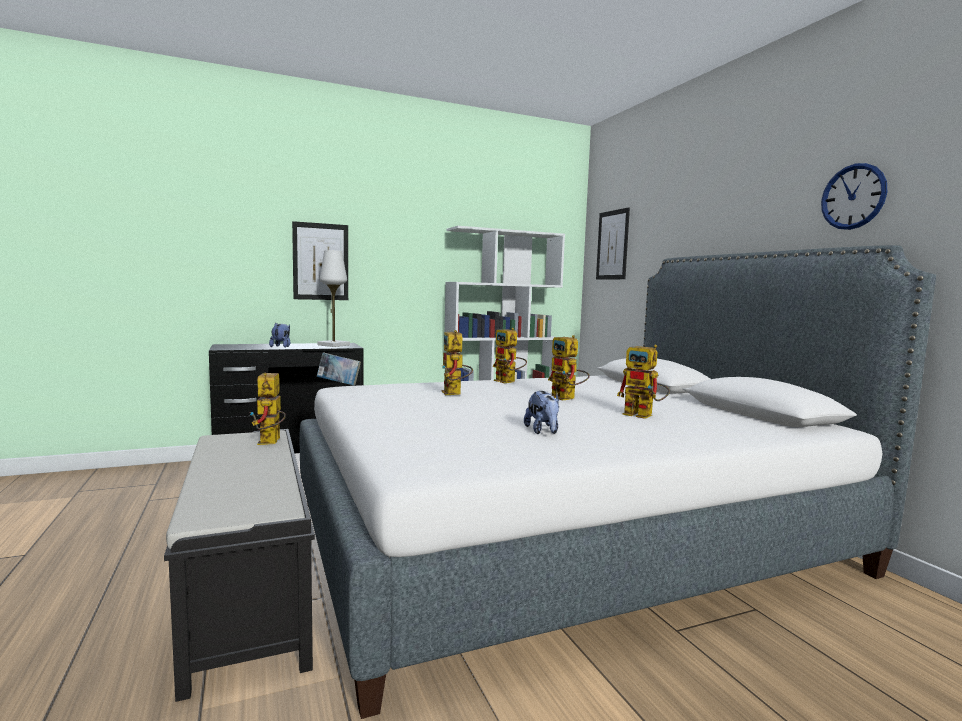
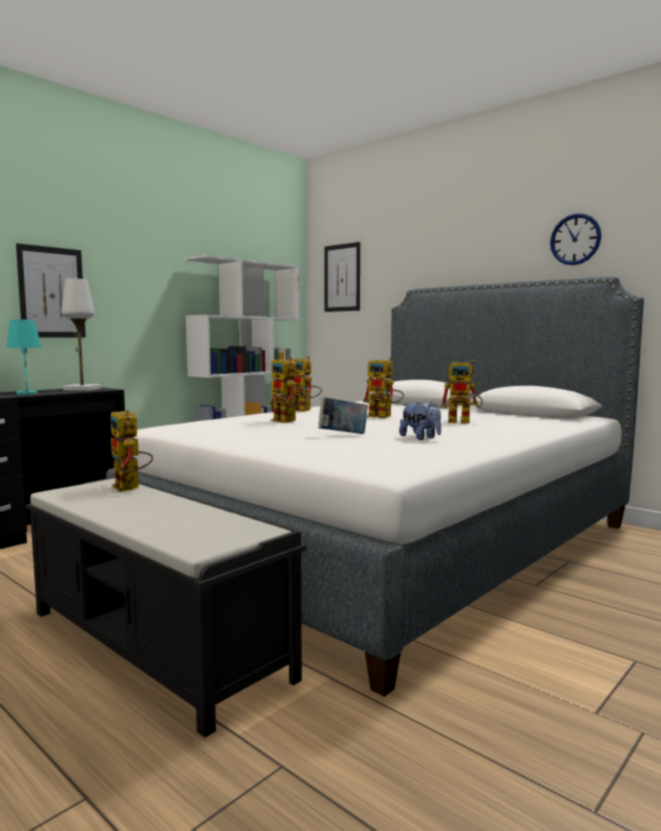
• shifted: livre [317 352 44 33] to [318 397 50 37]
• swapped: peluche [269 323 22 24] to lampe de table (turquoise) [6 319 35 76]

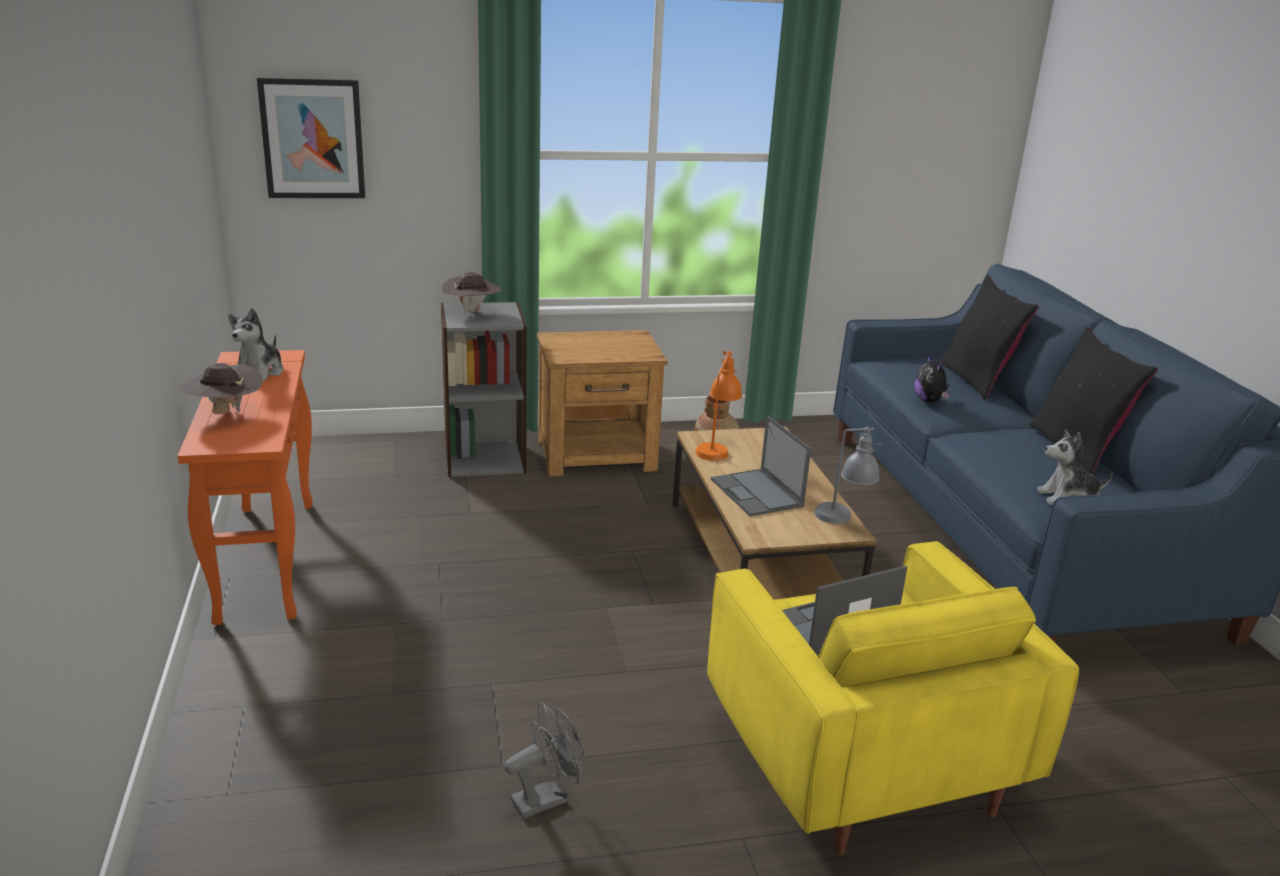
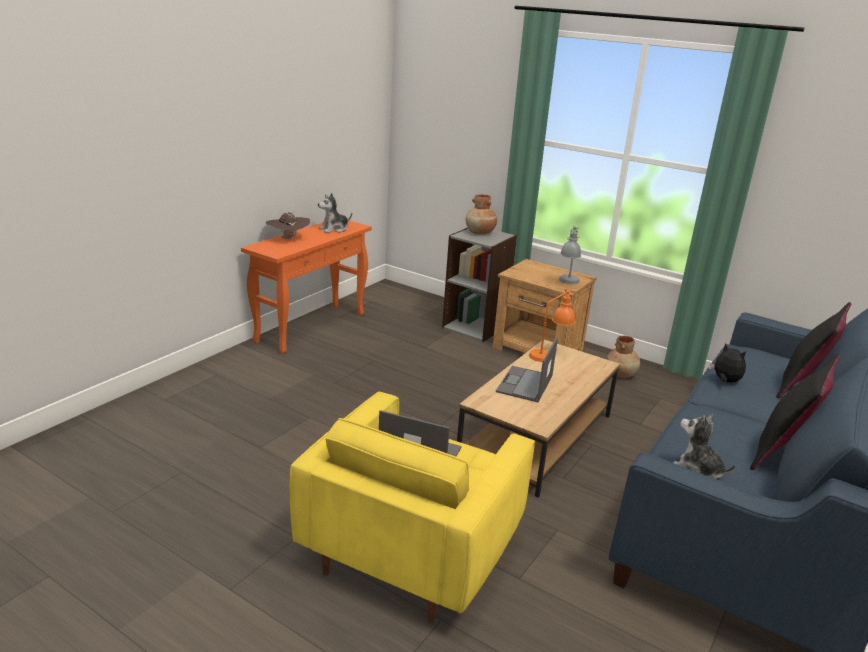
• gone: tableau [257 77 108 121]
• gone: ventilateur (gris) [504 702 81 117]
• shifted: lampe de table (gris) [814 427 68 97] to [559 226 22 58]
• swapped: chapeau (marron) [442 272 60 42] to vase (marron) [466 194 31 41]
• rotated: peluche [915 354 34 49] = [709 343 37 40] 105 degrees clockwise

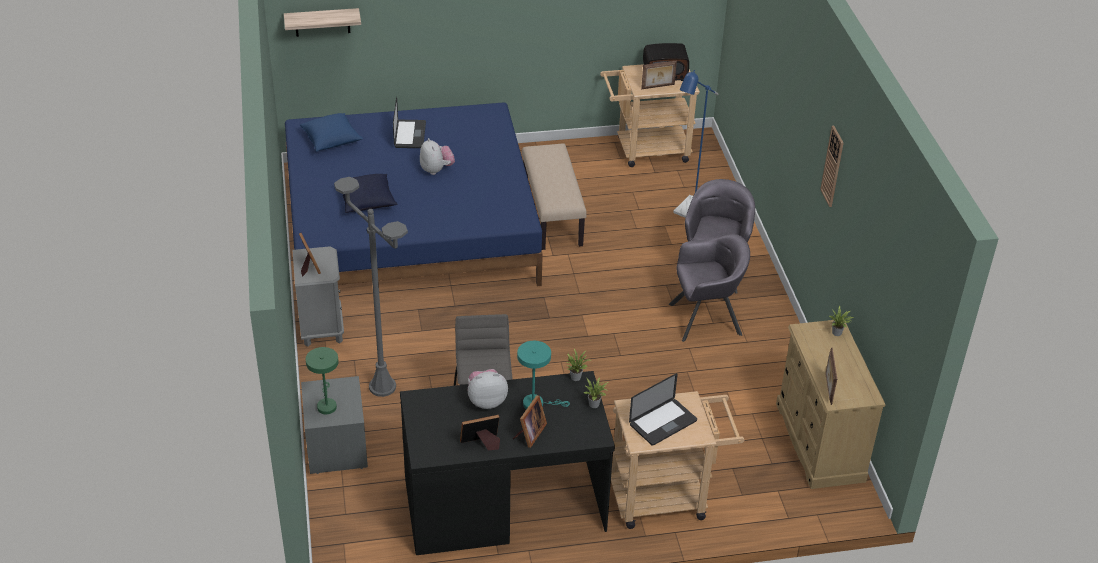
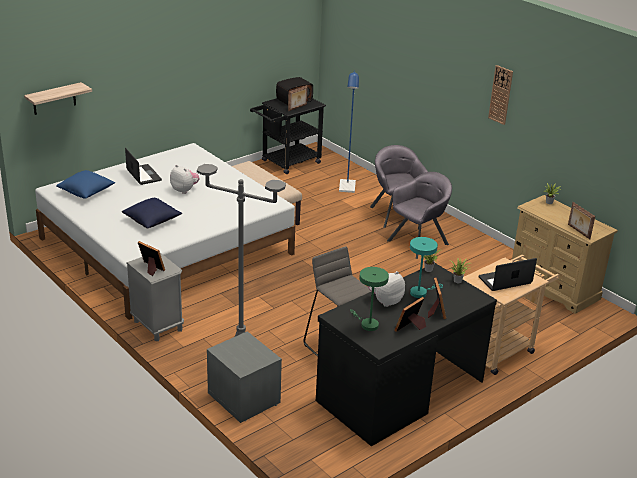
• shifted: lampe de table (vert) [306 347 33 67] to [350 267 39 64]
• repainted: lit (bleu) [285 102 258 185] to lit (blanc) [35 143 260 177]
• repainted: chariot (beige) [600 64 100 103] to chariot (noir) [250 98 76 76]
• rotated: ordinateur portable [629 373 68 73] = [479 258 58 33] 135 degrees counterclockwise

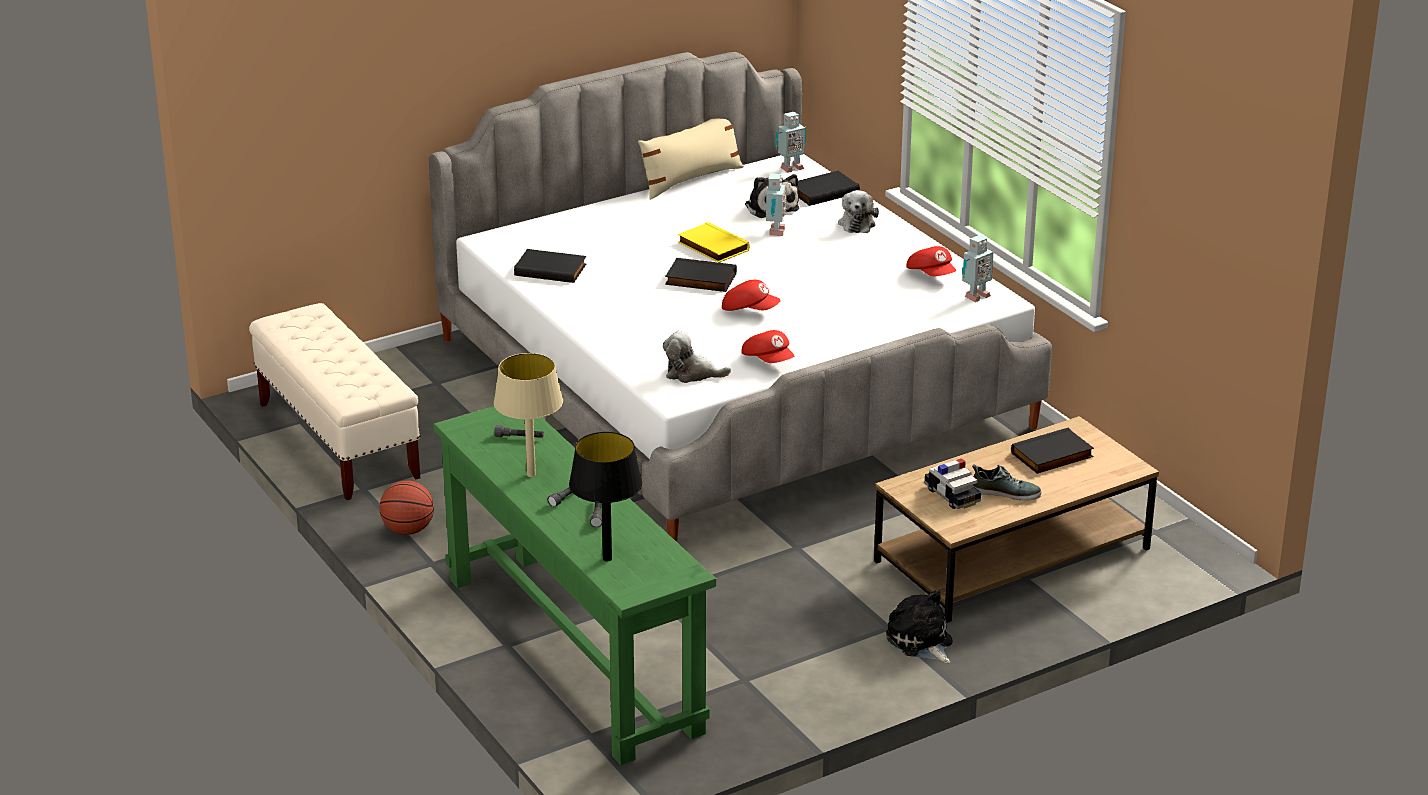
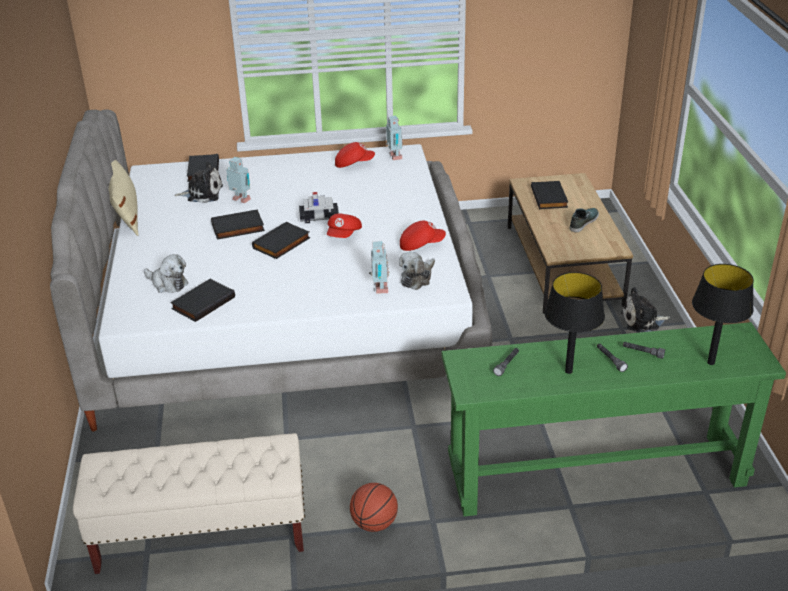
• shifted: robot jouet [775 112 31 61] to [369 241 21 53]
• shifted: peluche [838 190 41 43] to [144 254 44 39]
• shifted: petite voiture [925 458 56 51] to [299 192 40 31]
• repainted: lampe de table (beige) [494 353 69 124] to lampe de table (noir) [544 272 61 102]
• repainted: livre (jaune) [678 222 72 41] to livre (noir) [211 209 54 31]
• rotated: casquette (rouge) [722 280 59 31] = [327 213 35 25] 150 degrees clockwise

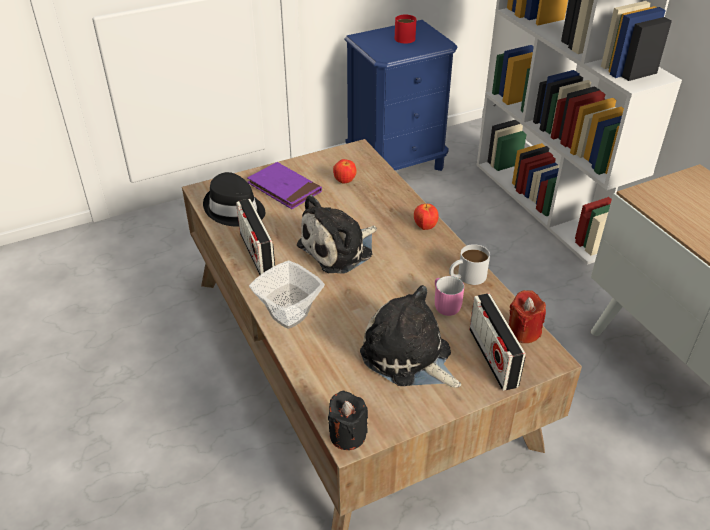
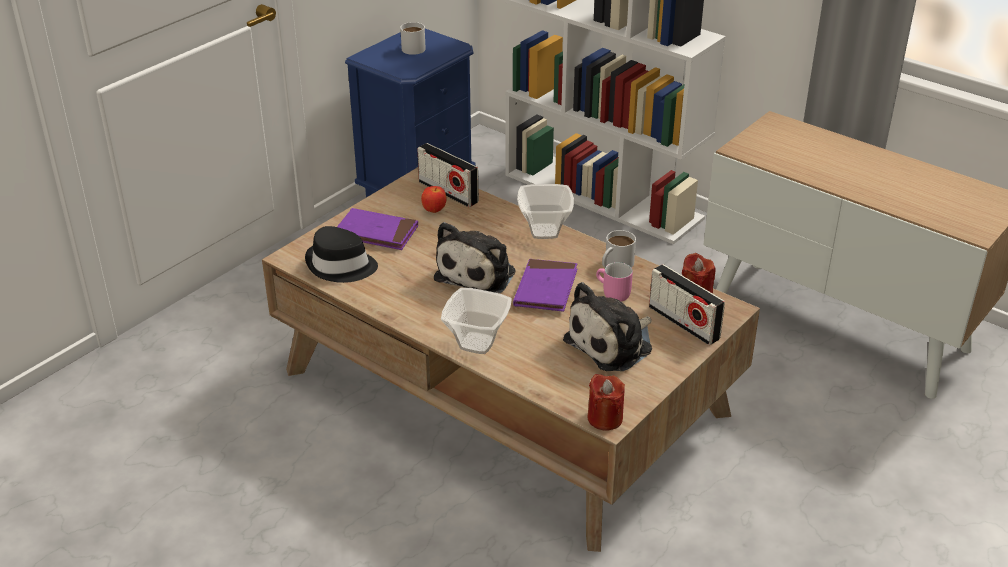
• new: livre (violet) [513 259 64 53]
• shifted: radio [236 199 39 76] to [417 143 62 64]
• swapped: pomme [414 204 24 26] to bol [517 184 57 55]
• repainted: bougie (noir) [328 390 40 60] to bougie (rouge) [587 374 38 57]
• repainted: mug (rouge) [395 15 21 29] to mug (blanc) [400 22 26 33]
• rotated: peluche [360 285 101 103] = [563 282 89 89] 60 degrees counterclockwise

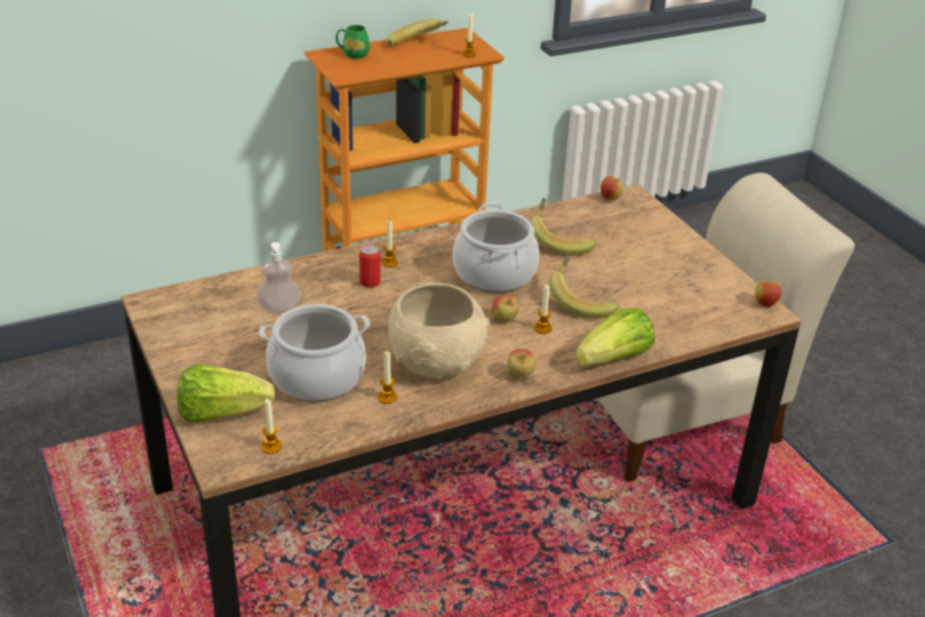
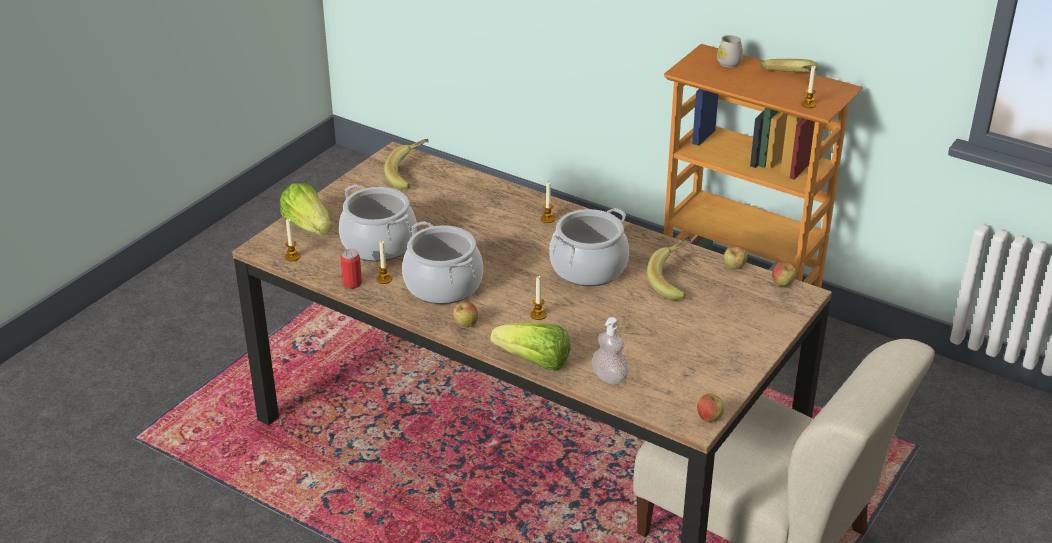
• shifted: distributeur de savon [257 242 43 71] to [592 317 37 68]
• shifted: boîte métallique [359 244 22 44] to [341 249 21 39]
• shifted: pomme [492 294 27 28] to [724 245 23 24]
• shifted: banane [549 253 70 65] to [384 139 45 51]
• swapped: bol (beige) [388 283 102 95] to marmite [402 221 81 83]
• repainted: mug (vert) [336 25 34 34] to mug (blanc) [717 35 26 33]

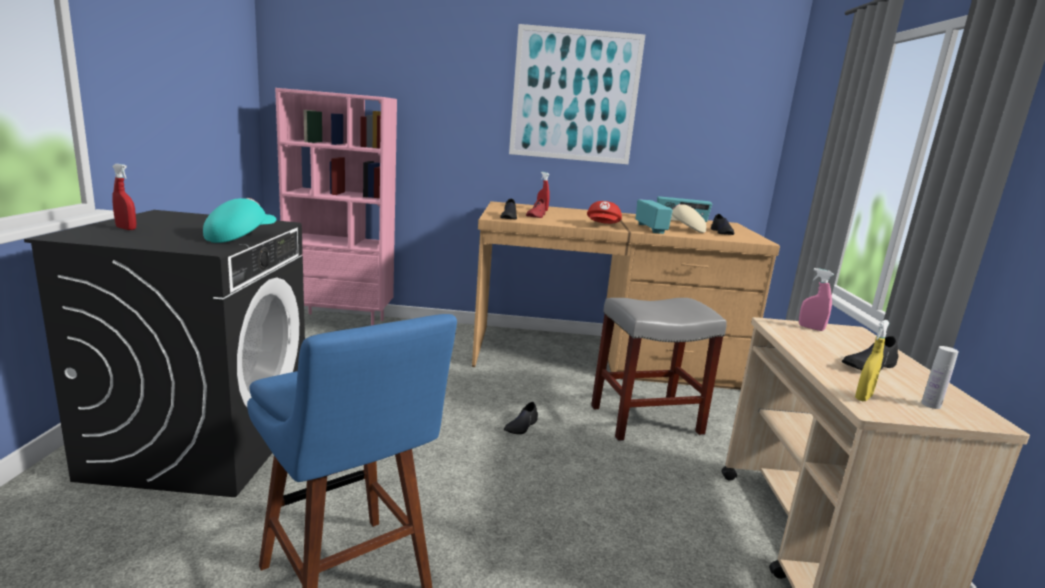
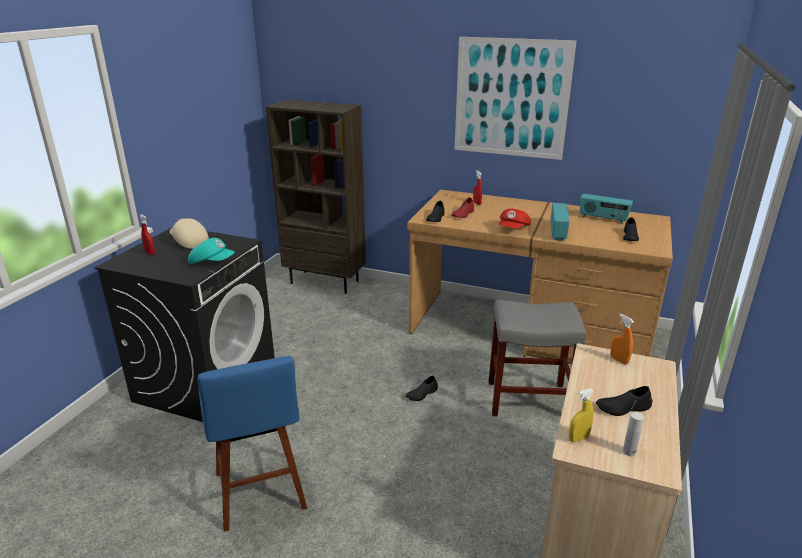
• shifted: casquette (beige) [671 204 35 29] to [170 218 39 31]
• repainted: bibliothèque (rose) [275 88 122 237] to bibliothèque (marron) [266 100 100 194]
• repainted: vaporisateur (rose) [799 268 35 63] to vaporisateur (orange) [610 314 24 51]
• rotated: casquette (turquoise) [203 198 73 45] = [188 238 47 26] 60 degrees clockwise

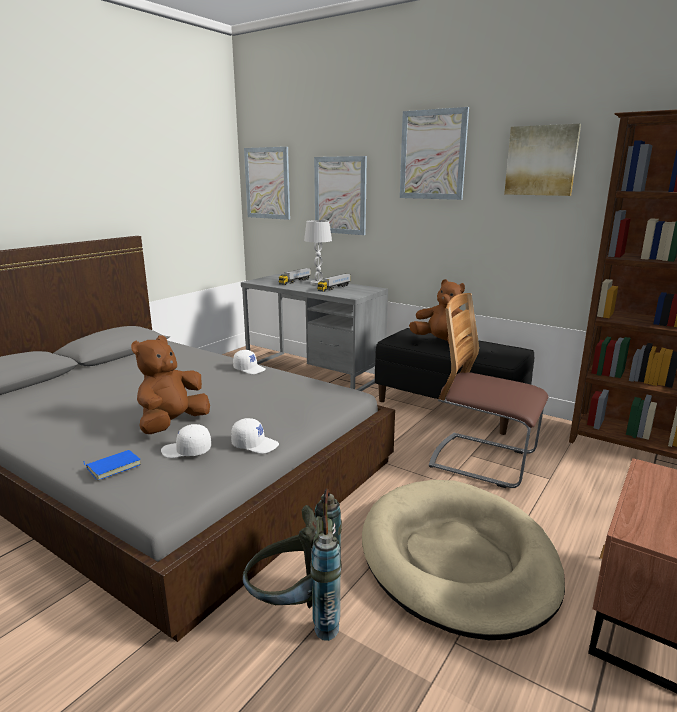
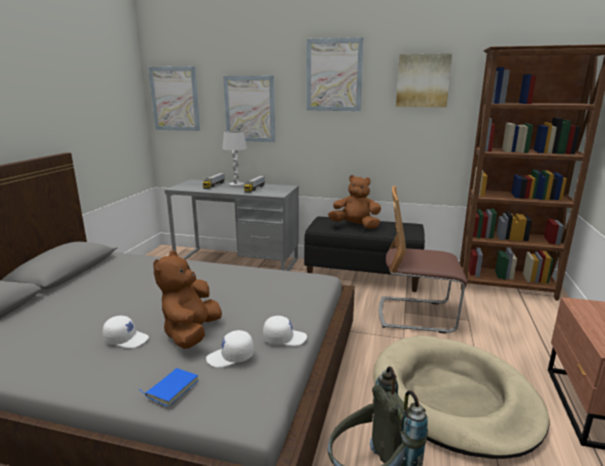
• shifted: casquette (blanc) [233 350 33 24] to [103 316 46 32]

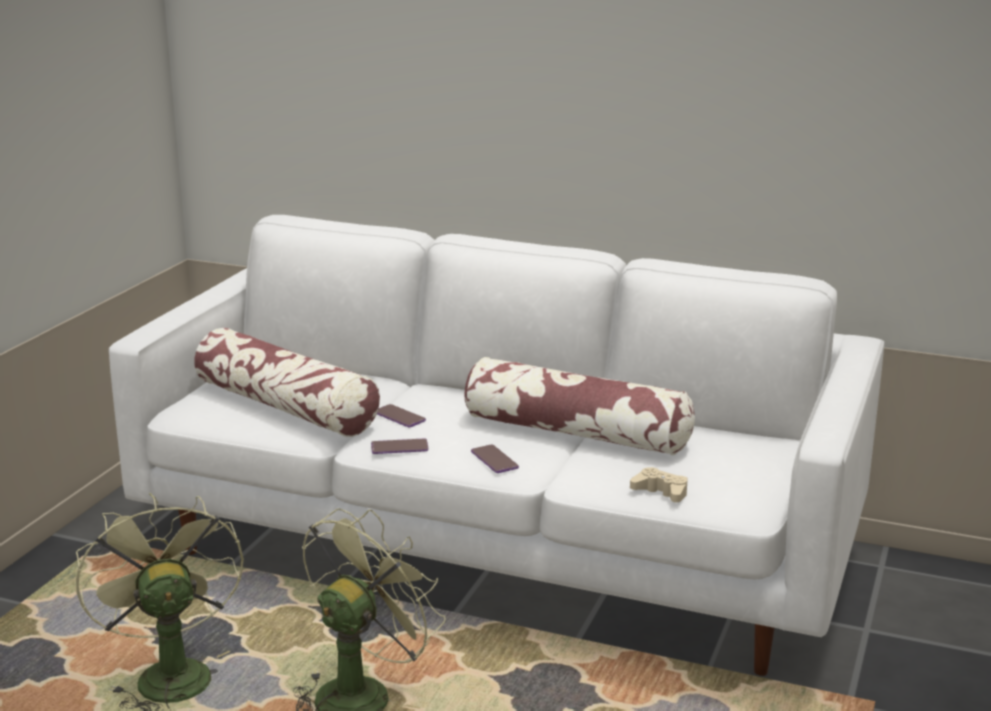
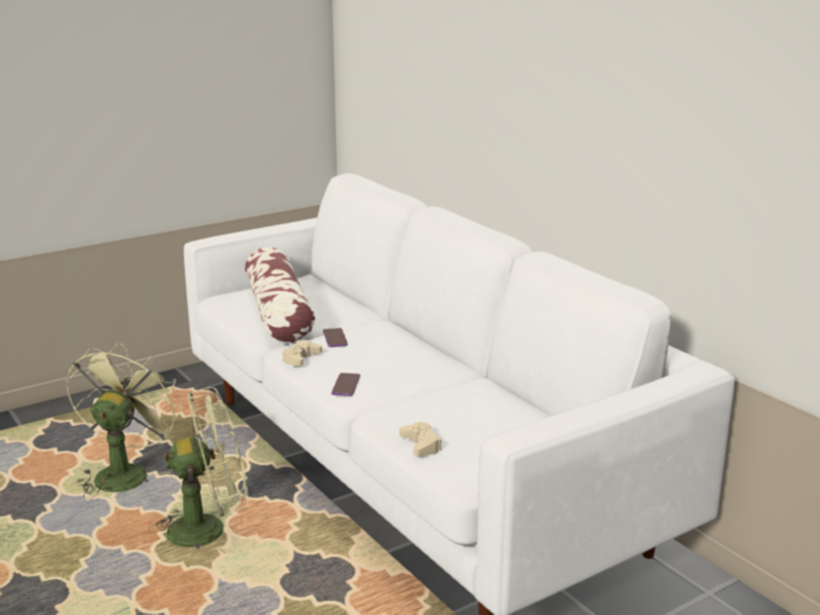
• gone: coussin [464 357 231 98]
• swapped: téléphone [371 439 57 15] to manette (beige) [283 340 39 26]

